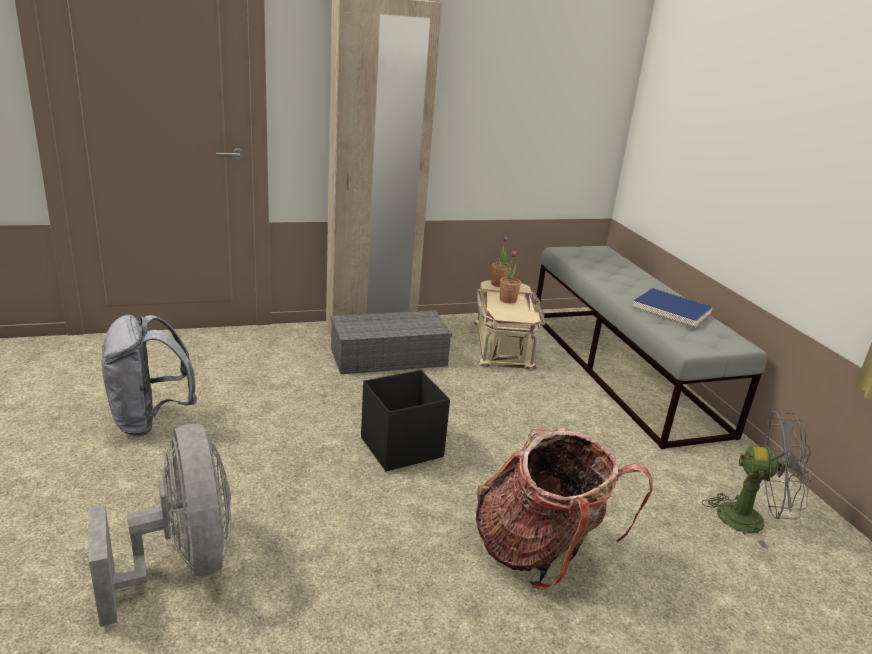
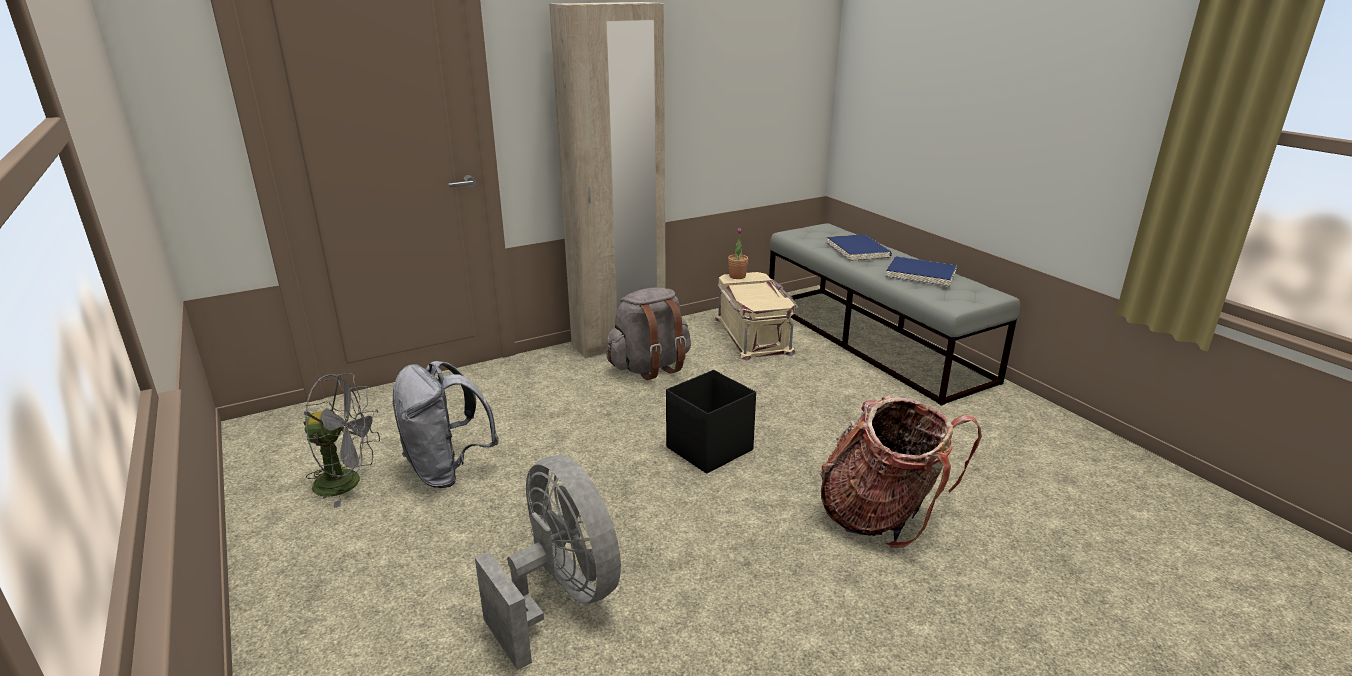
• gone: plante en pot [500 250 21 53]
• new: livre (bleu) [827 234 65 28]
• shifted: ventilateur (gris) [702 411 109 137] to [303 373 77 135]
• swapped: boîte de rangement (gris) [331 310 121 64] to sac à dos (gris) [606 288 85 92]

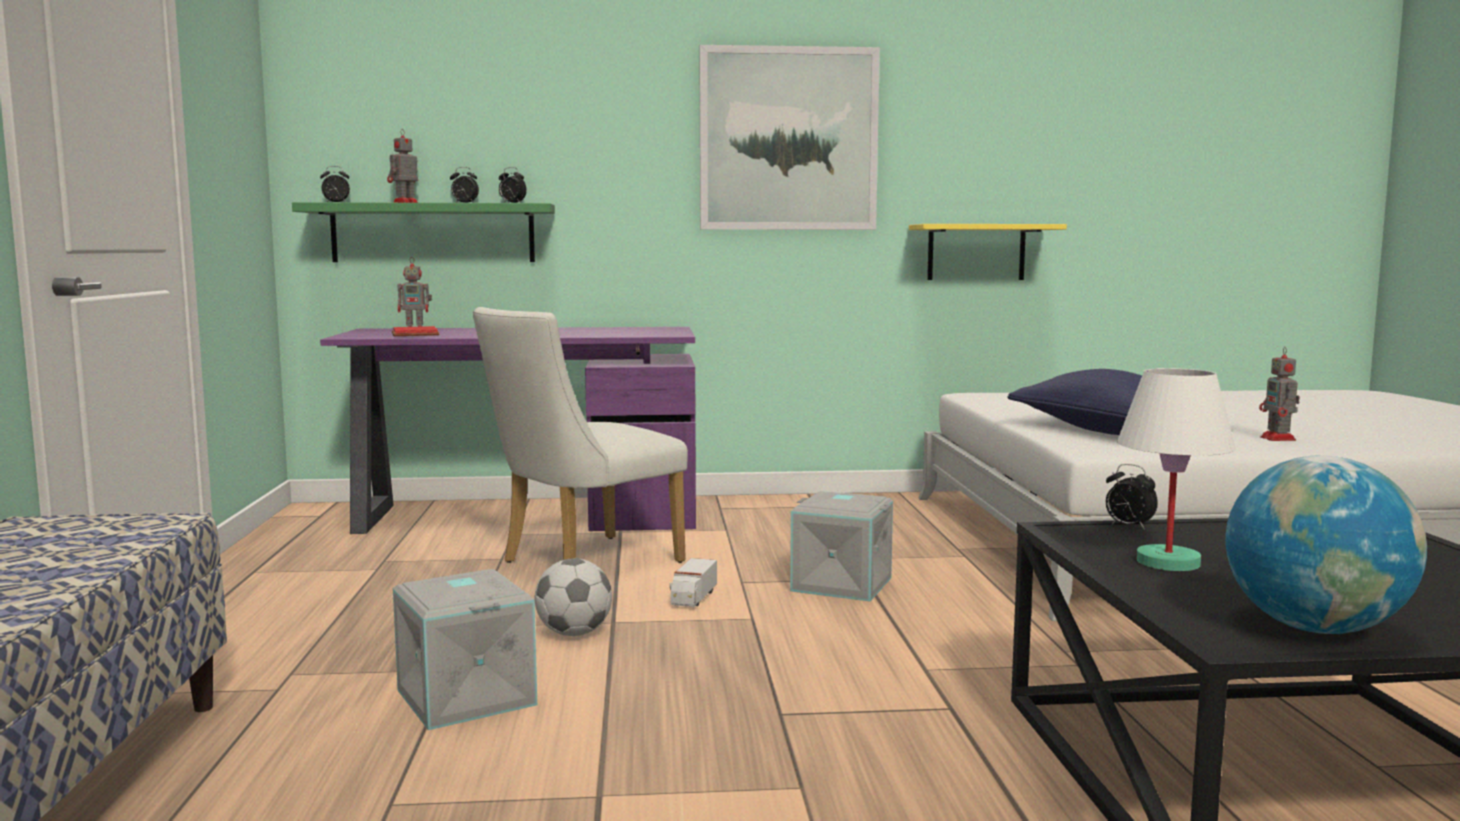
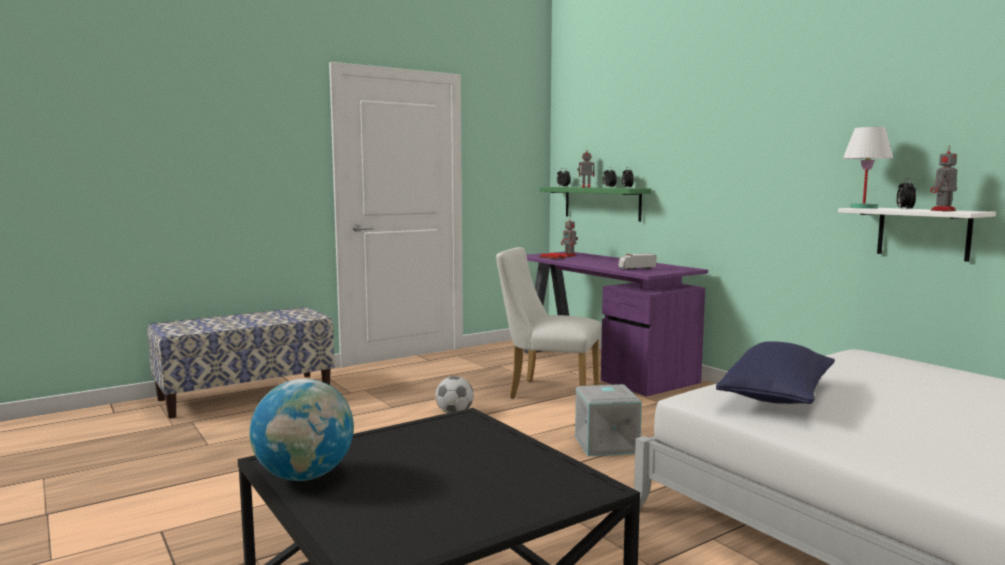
• gone: boîte de rangement (gris) [393 569 144 161]
• gone: tableau [699 45 181 185]
• shifted: camion jouet [670 558 47 49] to [618 254 38 16]
• shifted: réveil [1106 464 52 66] to [896 178 20 32]
• shifted: lampe de table (blanc) [1117 368 119 203] to [843 127 50 82]
• shifted: robot jouet [1259 347 41 94] to [930 145 28 66]
• repainted: étagère (jaune) [909 224 158 56] to étagère (blanc) [838 208 158 54]

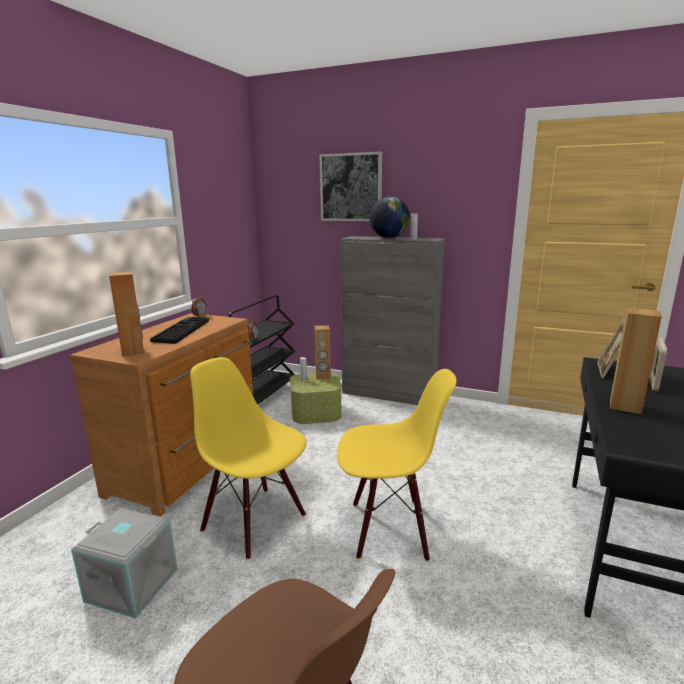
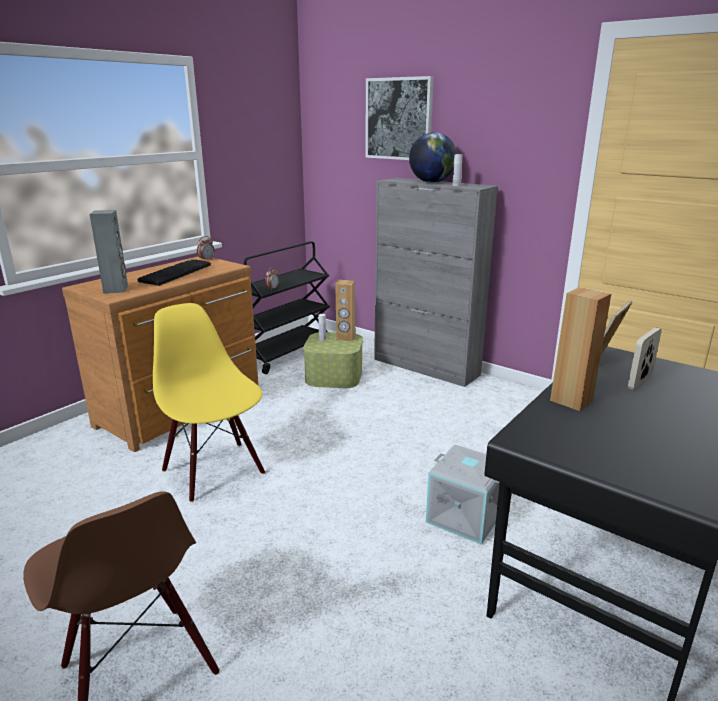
• gone: chaise (jaune) [337 369 120 193]
• shifted: boîte de rangement (gris) [71 508 107 110] to [426 445 74 100]
• repainted: enceinte (marron) [109 271 35 85] to enceinte (gris) [89 210 39 83]

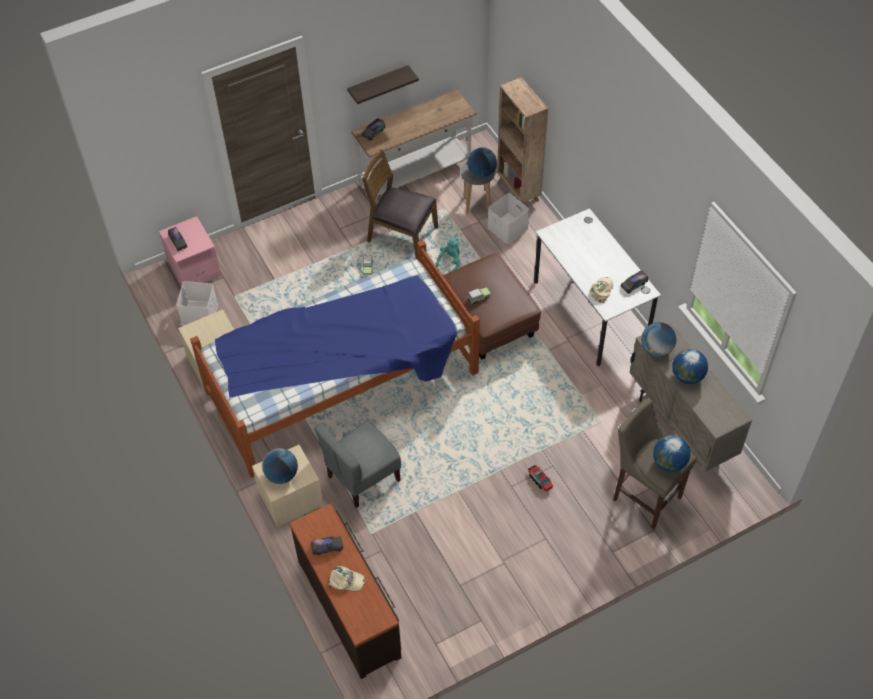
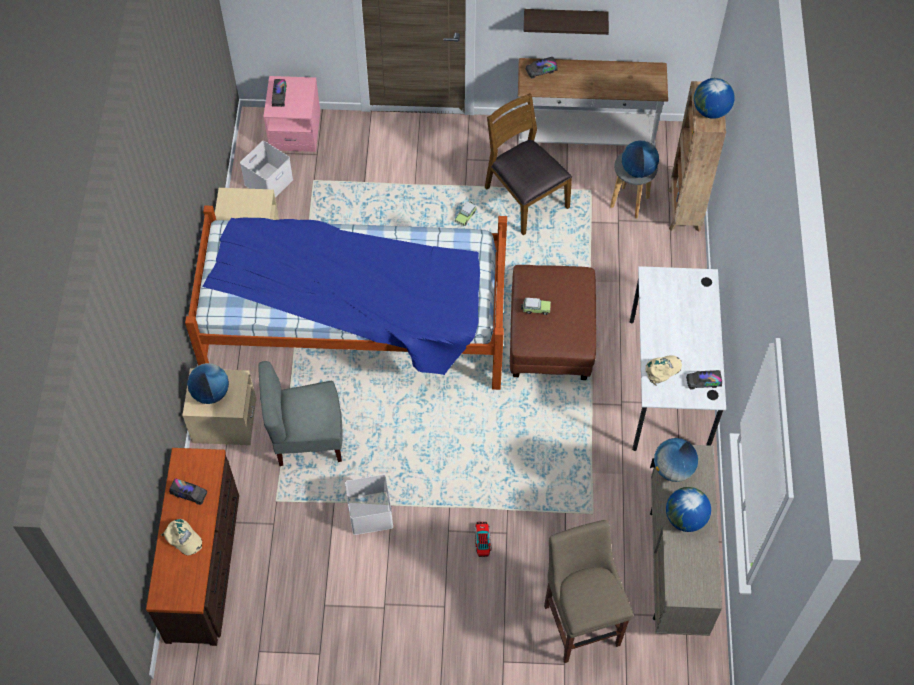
• gone: peluche (turquoise) [436 238 24 33]
• shifted: boîte de rangement (blanc) [487 193 43 51] to [345 474 48 61]
• shifted: globe [653 435 37 37] to [694 78 41 41]

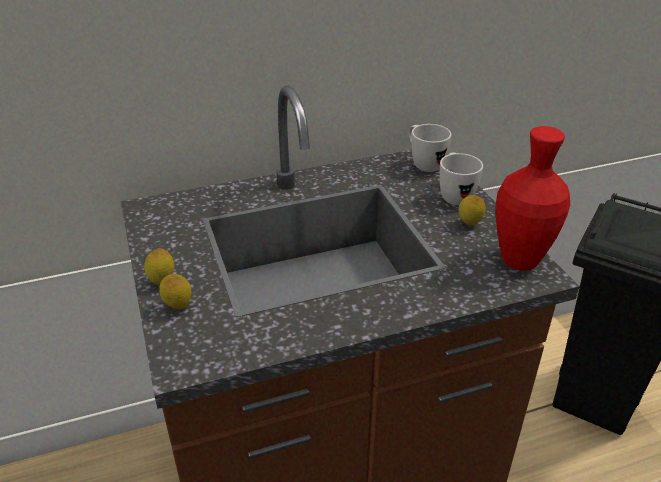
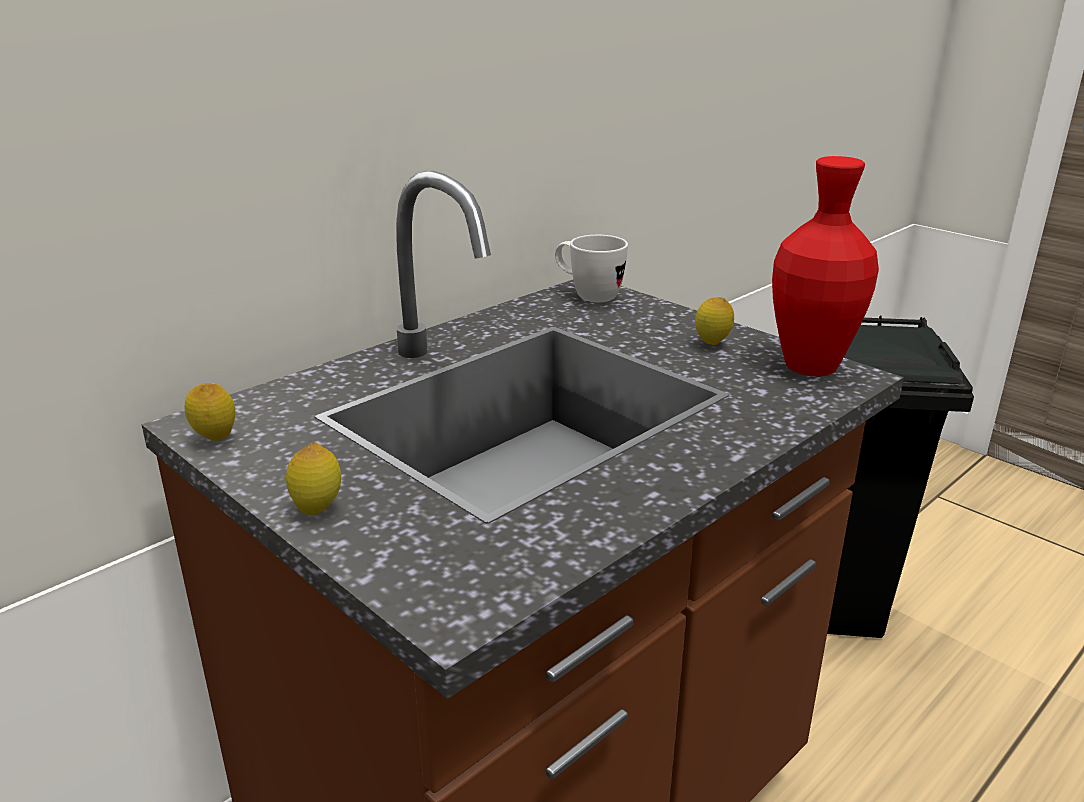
• gone: mug (blanc) [440 152 43 53]
• shifted: citron [159 274 32 35] to [184 383 51 58]

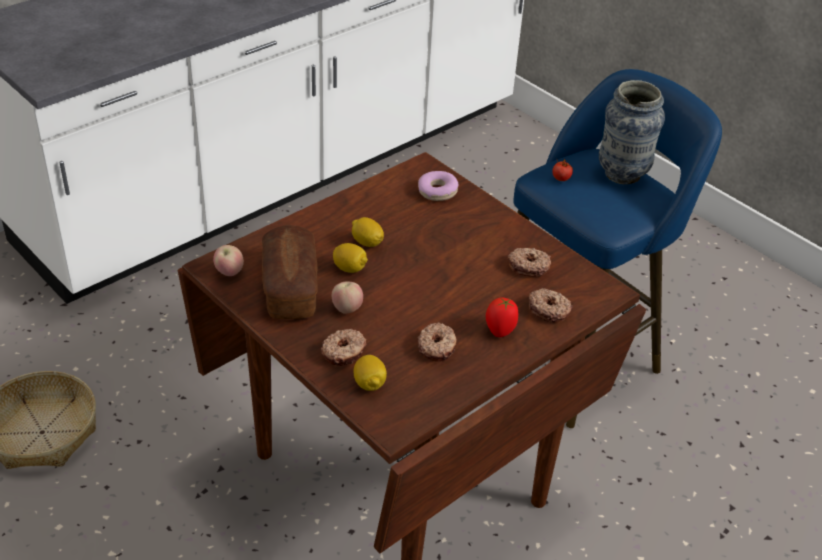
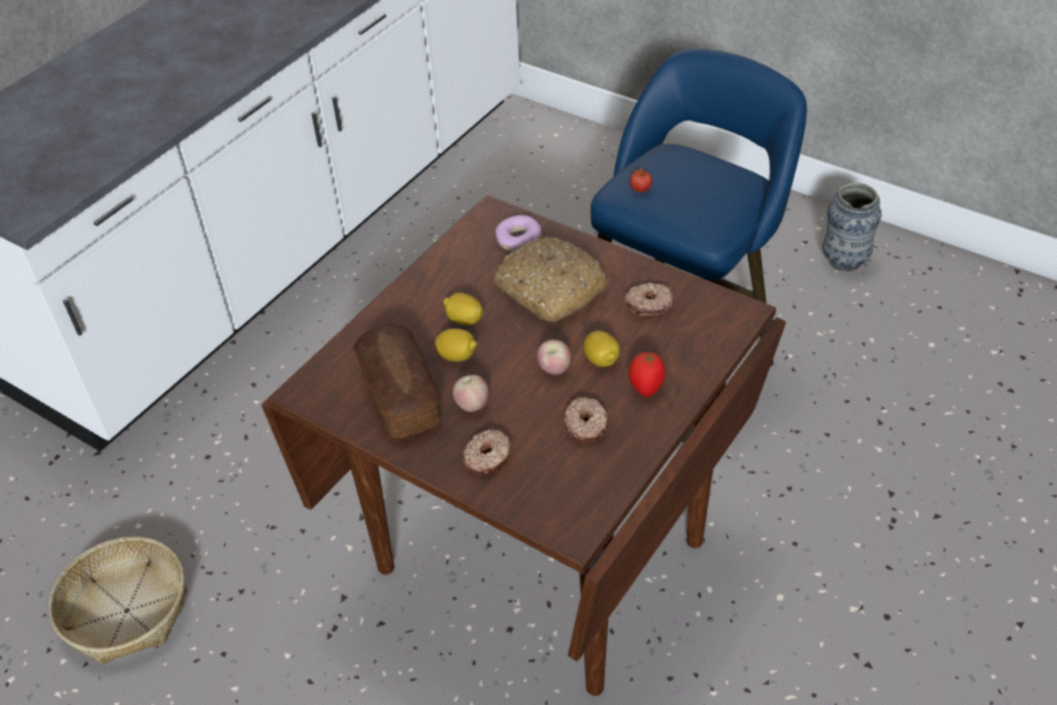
• gone: beignet [529 288 44 34]
• new: pain [494 237 114 85]
• shifted: pomme [213 245 31 31] to [537 340 34 35]
• shifted: citron [354 355 33 36] to [583 331 37 36]
• shifted: vase [599 80 66 104] to [823 182 59 90]

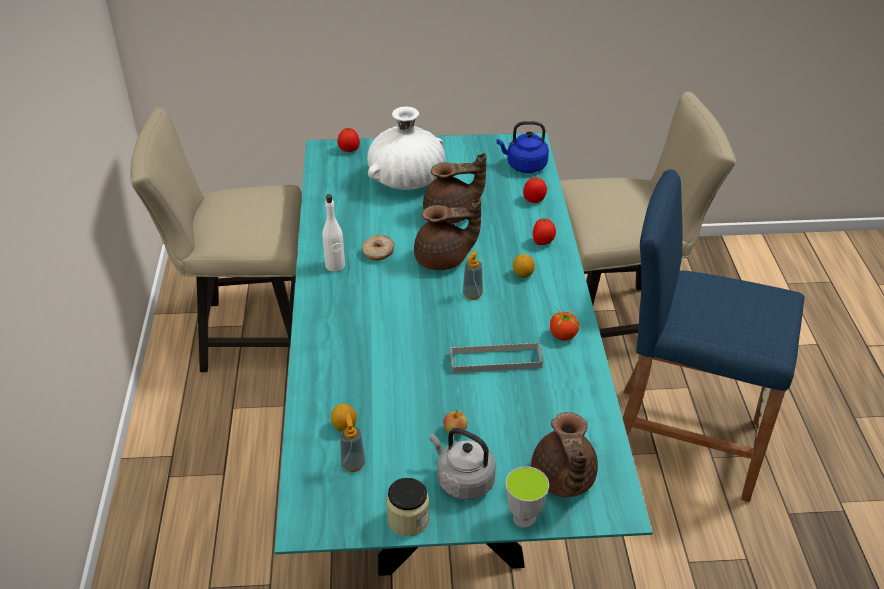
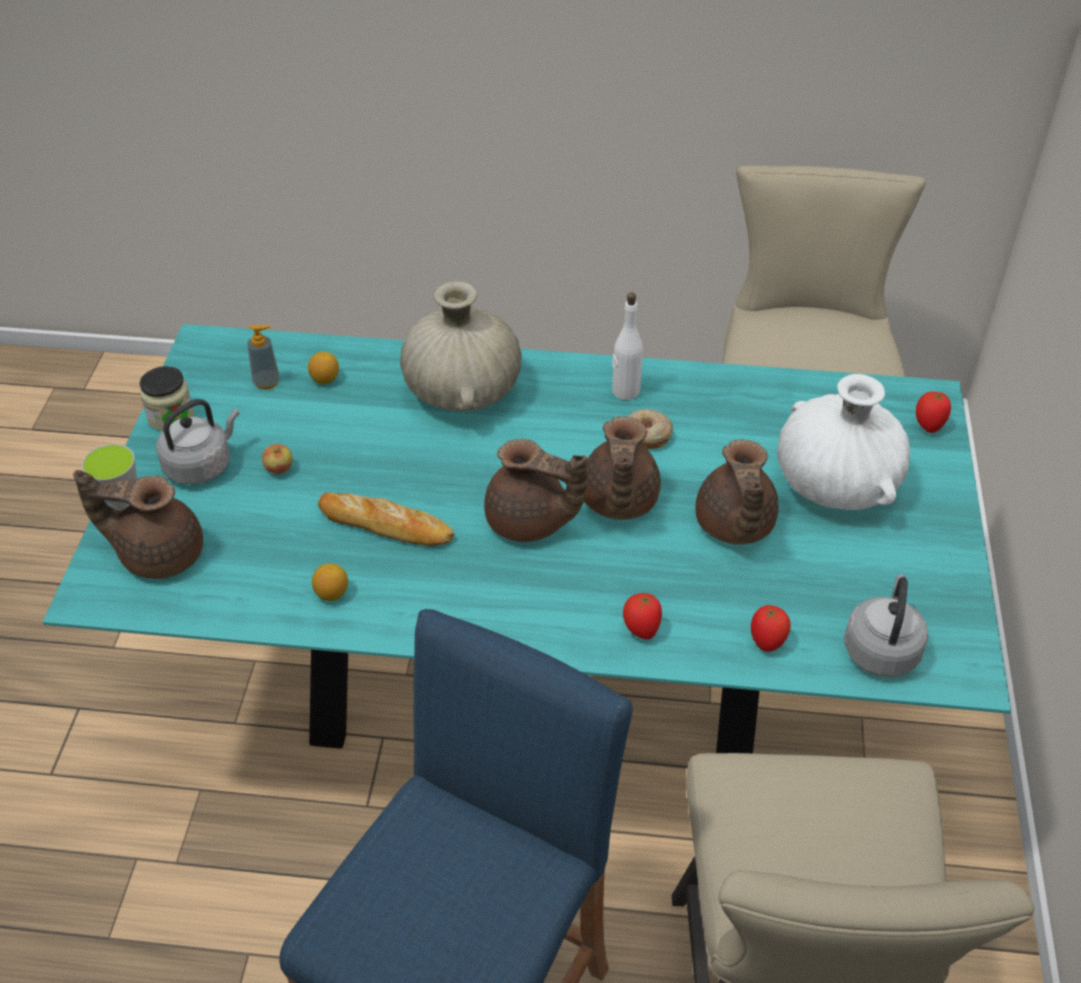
• gone: tomate [549 306 30 35]
• new: vase (beige) [400 282 121 130]
• shifted: citron [513 254 22 24] to [312 563 36 38]
• swapped: plateau (gris) [450 342 93 31] to pain [318 493 136 53]
• swapped: distributeur de savon [463 250 20 50] to théière (marron) [484 439 103 103]
• repainted: bouilloire (bleu) [497 121 52 52] to bouilloire (gris) [844 574 84 103]

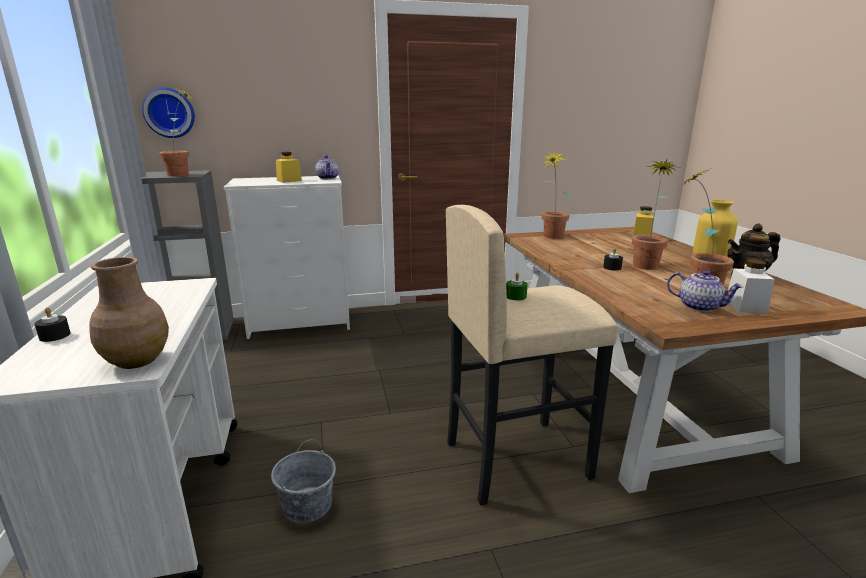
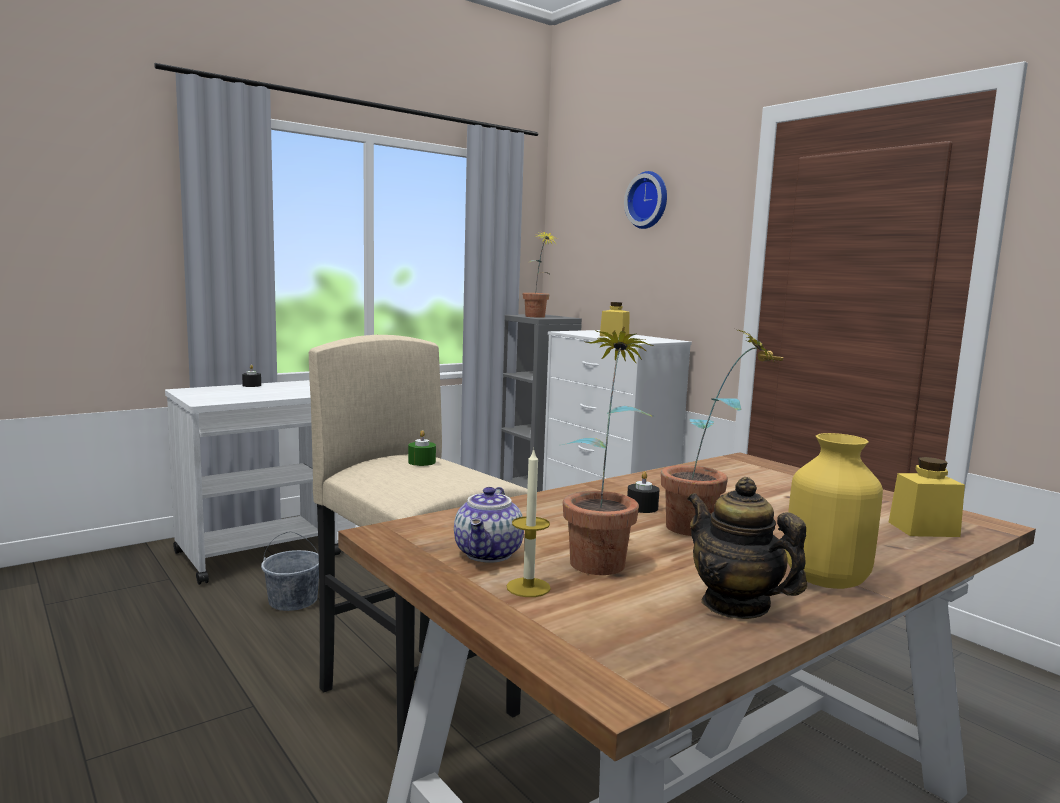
• gone: vase (marron) [89 257 80 112]
• gone: théière [315 155 24 24]
• gone: plante en pot [542 151 31 88]
• shifted: horloge murale [142 88 53 50] to [624 171 43 58]
• swapped: bocal (blanc) [728 259 47 54] to bougie [507 448 44 149]

